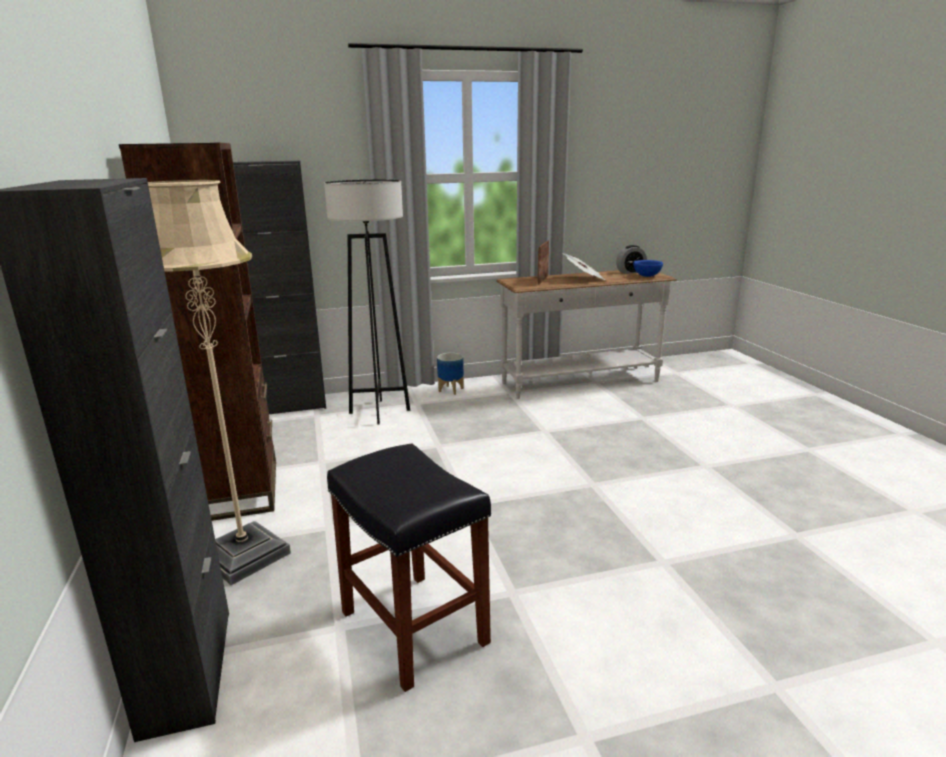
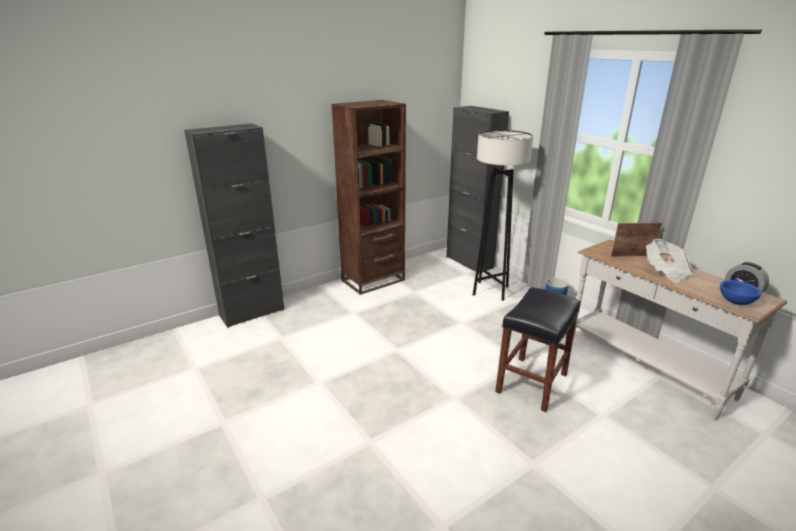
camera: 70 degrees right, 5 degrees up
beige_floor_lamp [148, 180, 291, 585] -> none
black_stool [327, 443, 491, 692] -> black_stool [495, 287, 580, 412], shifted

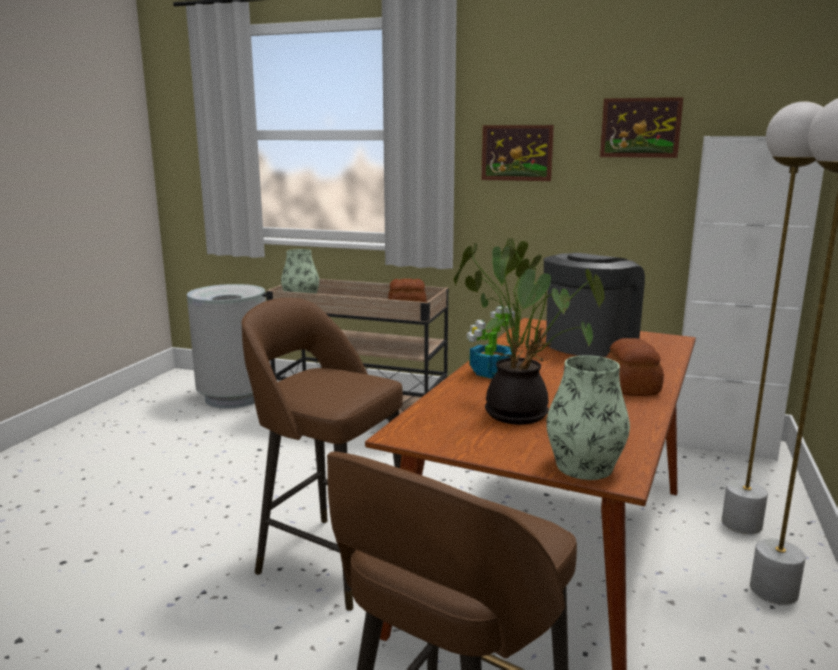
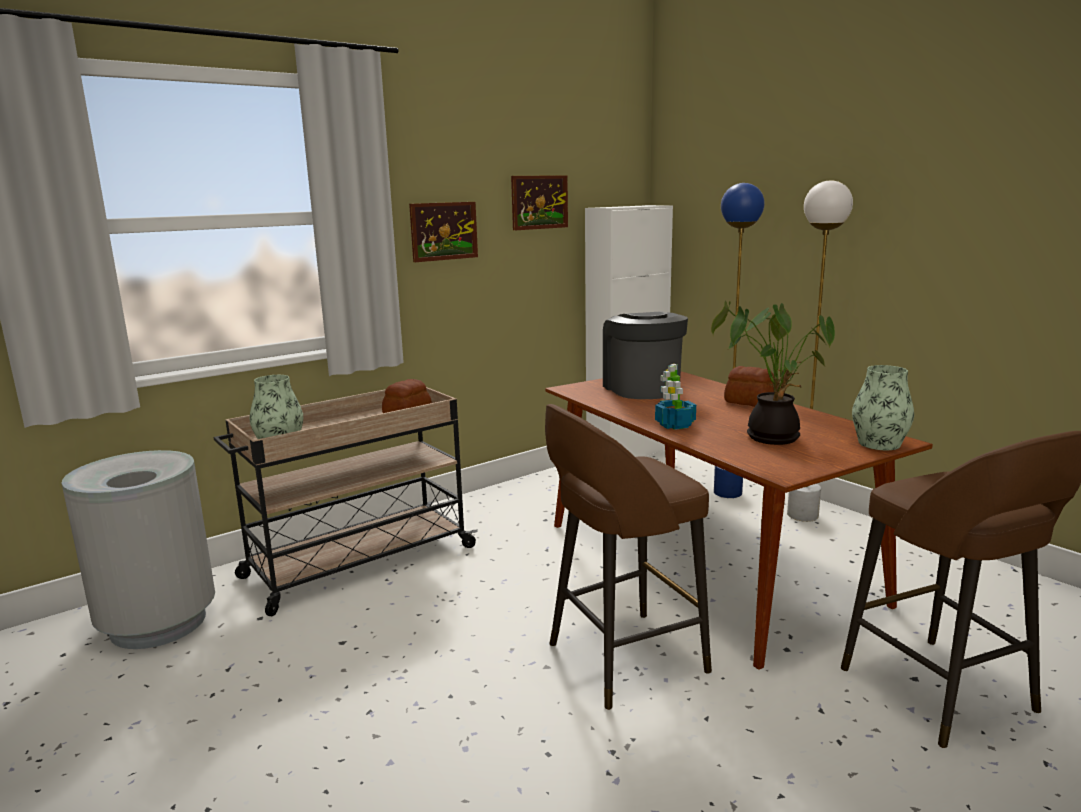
camera: 55 degrees left, 0 degrees up
white_floor_lamp [722, 101, 823, 534] -> blue_floor_lamp [714, 183, 765, 498]

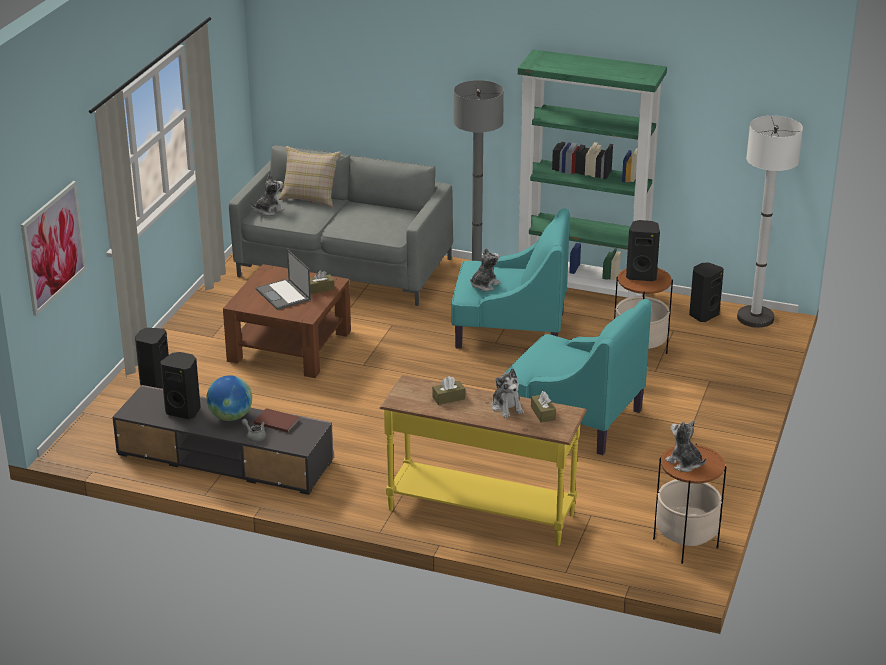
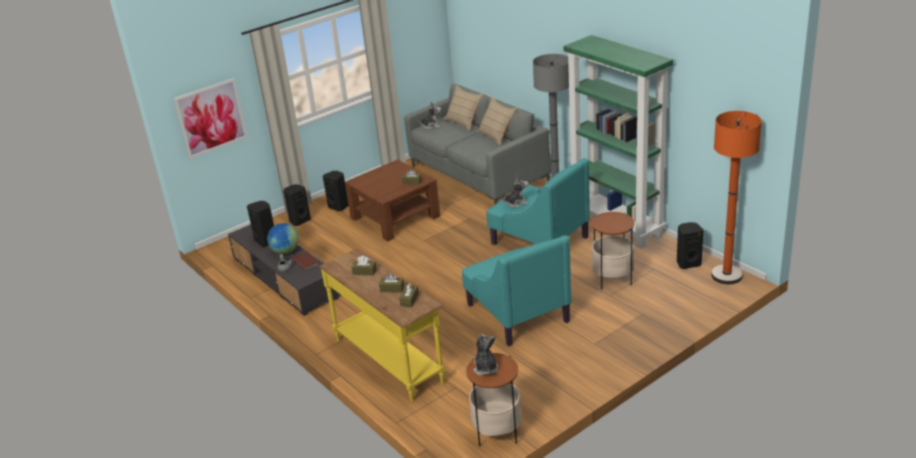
camera: 35 degrees right, 0 degrees up
white_floor_lamp [737, 116, 803, 328] -> orange_floor_lamp [711, 111, 762, 284]
black_speaker [626, 220, 660, 281] -> black_speaker [323, 171, 349, 211], shifted
laptop [256, 249, 311, 310] -> none
plush_toy [491, 368, 524, 418] -> brown_tissue_box [379, 273, 404, 293]
none -> beige_pillow [476, 97, 517, 146]

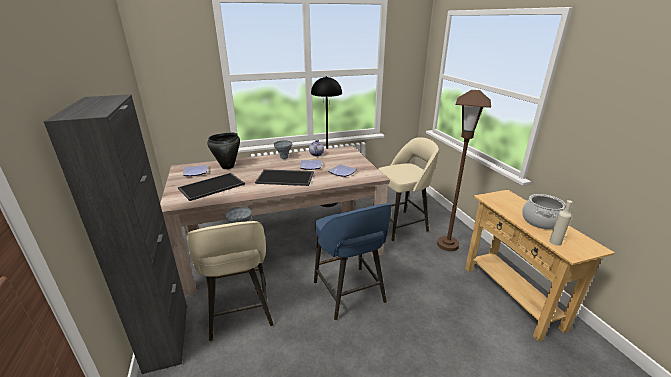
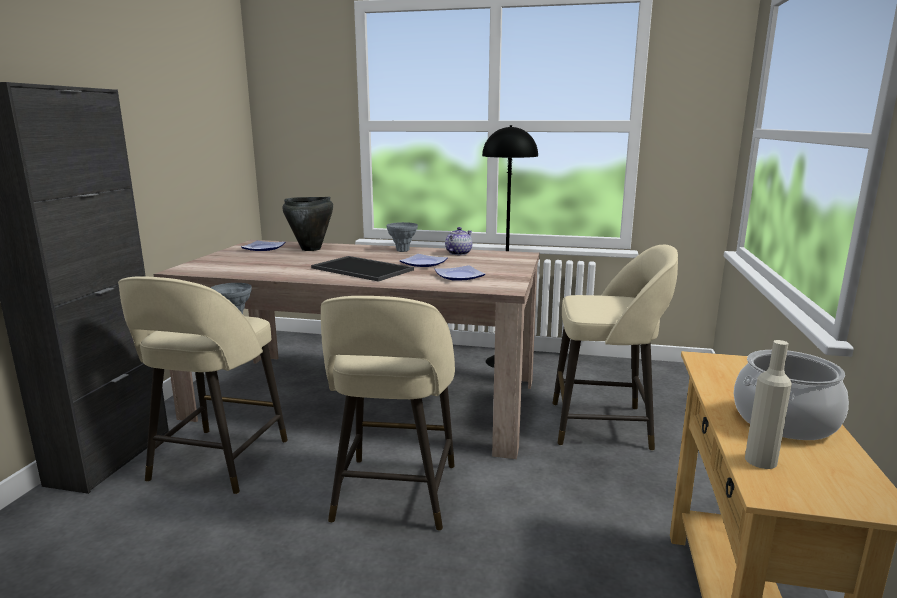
camera: 30 degrees right, 10 degrees down
brown_floor_lamp [437, 90, 491, 251] -> none
tray [178, 173, 245, 201] -> none
blue_stool [314, 203, 392, 320] -> beige_stool [321, 296, 455, 531]

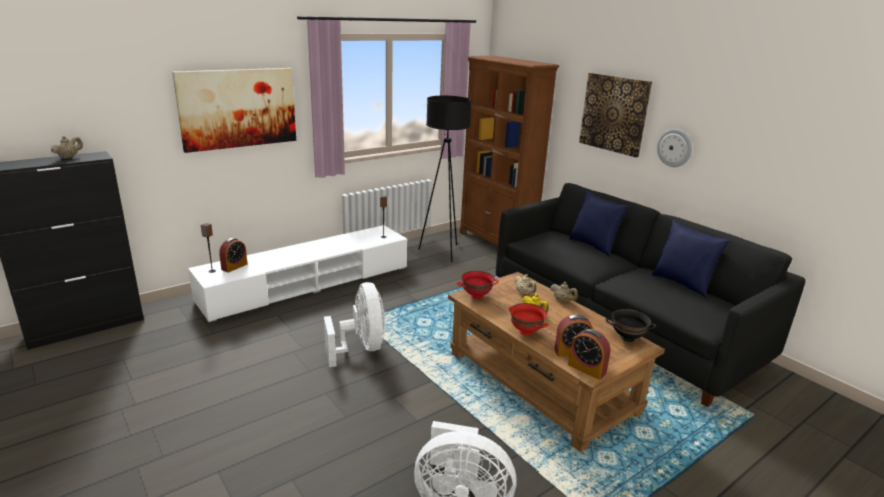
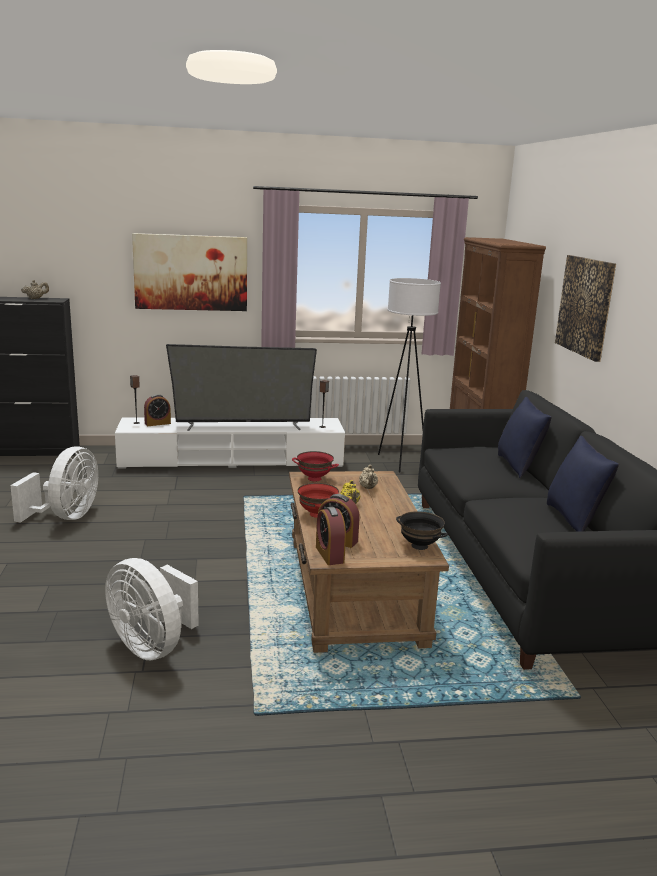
camera: 30 degrees right, 5 degrees down
black_floor_lamp [419, 96, 471, 262] -> white_floor_lamp [378, 278, 441, 472]
wall_clock [657, 129, 692, 167] -> none
white_fan [324, 282, 385, 367] -> white_fan [10, 446, 98, 522], shifted
beige_teapot [550, 282, 578, 303] -> none
none -> television [166, 344, 317, 431]

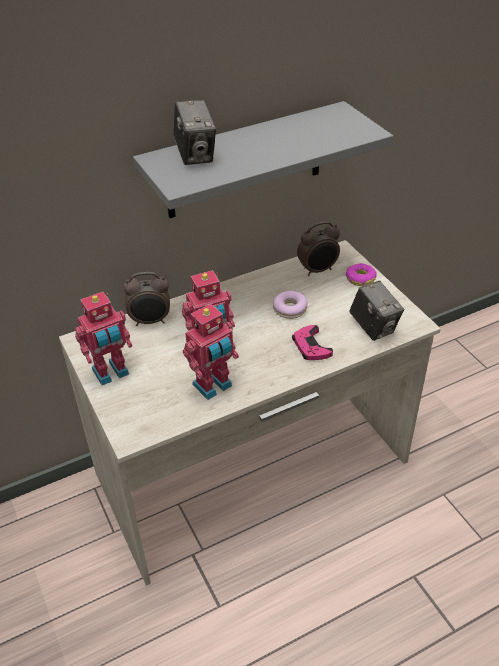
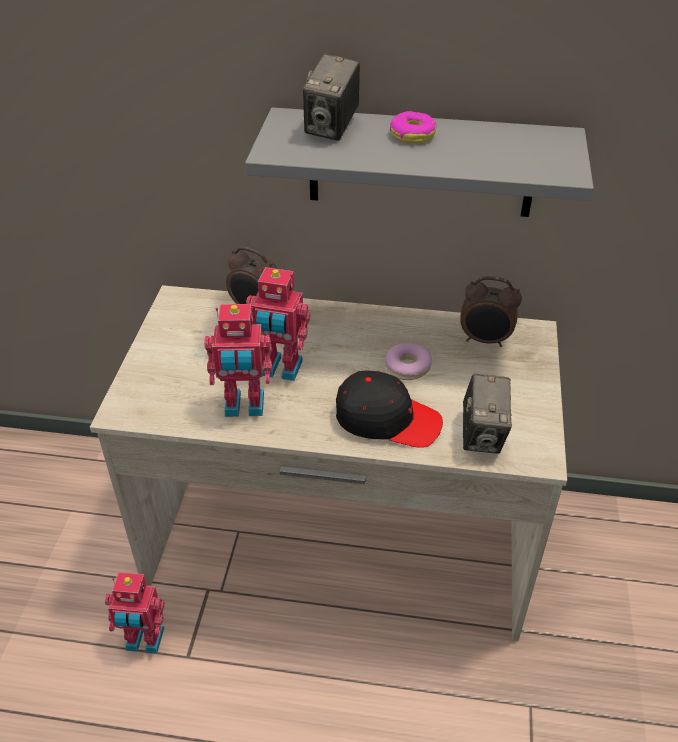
camera: 35 degrees right, 0 degrees up
donut [346, 263, 376, 286] -> donut [390, 111, 437, 143], shifted
toy_robot [75, 292, 132, 385] -> toy_robot [105, 572, 165, 653], shifted
pink_game_controller [292, 325, 333, 360] -> black_cap [336, 370, 443, 448]

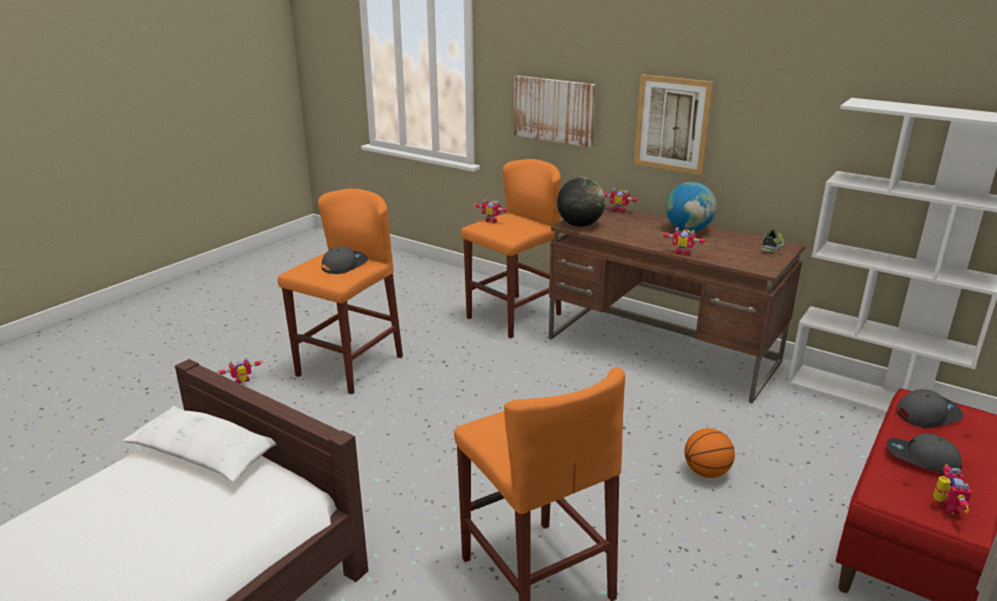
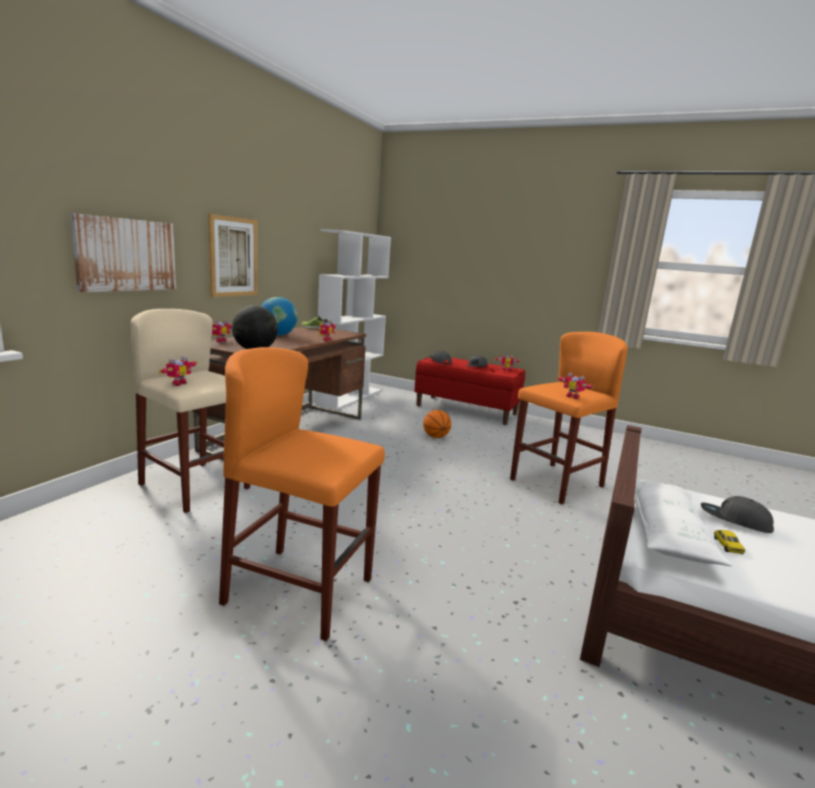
camera: 100 degrees left, 10 degrees down
orange_stool [461, 159, 561, 338] -> beige_stool [131, 309, 250, 513]
grey_cap [322, 246, 368, 274] -> grey_cap [701, 496, 774, 533], shifted
toy_robot [217, 357, 263, 384] -> toy_robot [556, 373, 595, 399], shifted
none -> toy_car [714, 530, 745, 554]

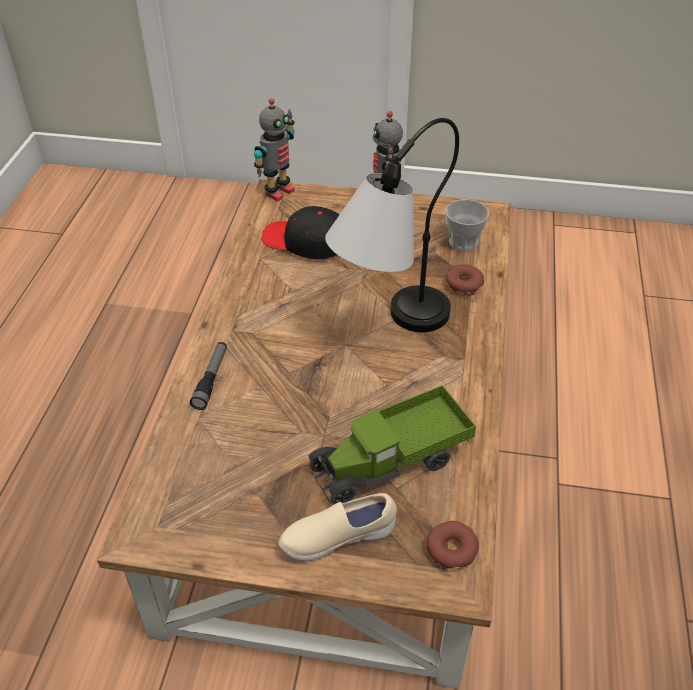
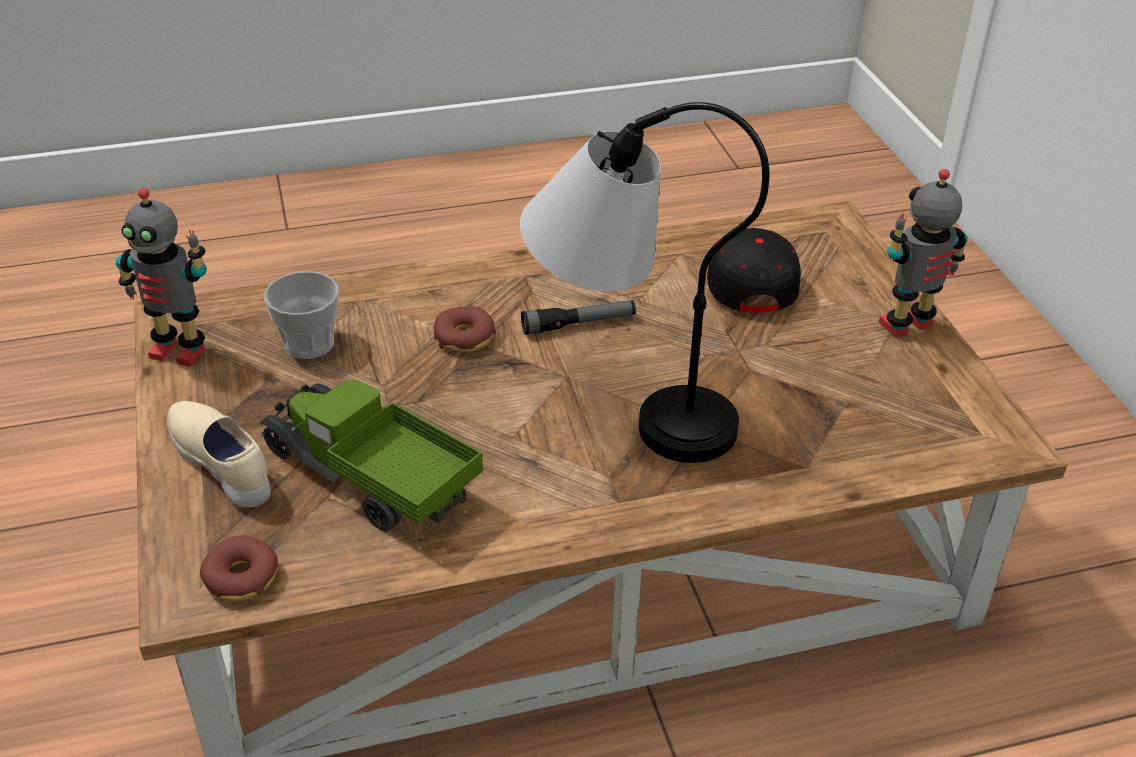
camera: 65 degrees right, 5 degrees down
toy_robot [254, 98, 295, 202] -> toy_robot [116, 188, 207, 367], shifted
cup [445, 199, 490, 251] -> cup [264, 271, 339, 359], shifted
donut [446, 264, 484, 295] -> donut [434, 306, 496, 352], shifted
flashlight [190, 342, 227, 410] -> flashlight [521, 300, 636, 335], shifted

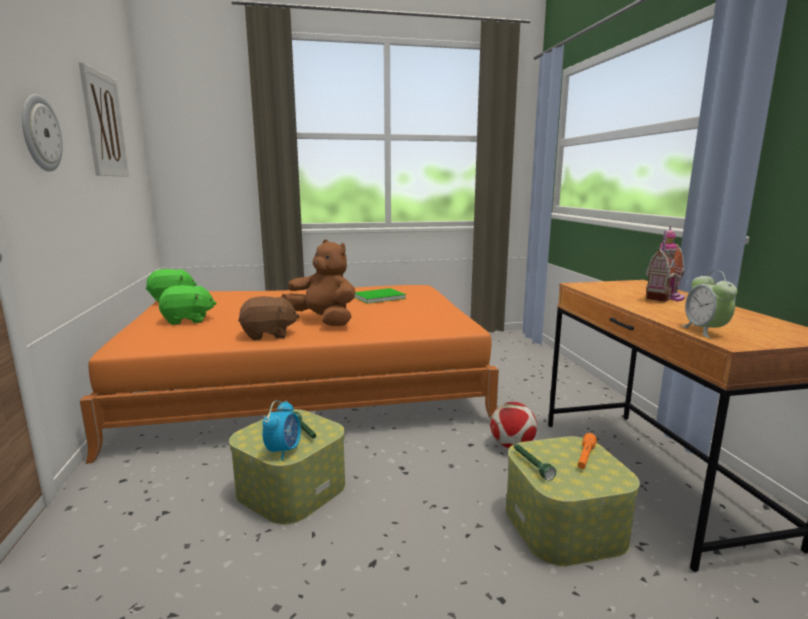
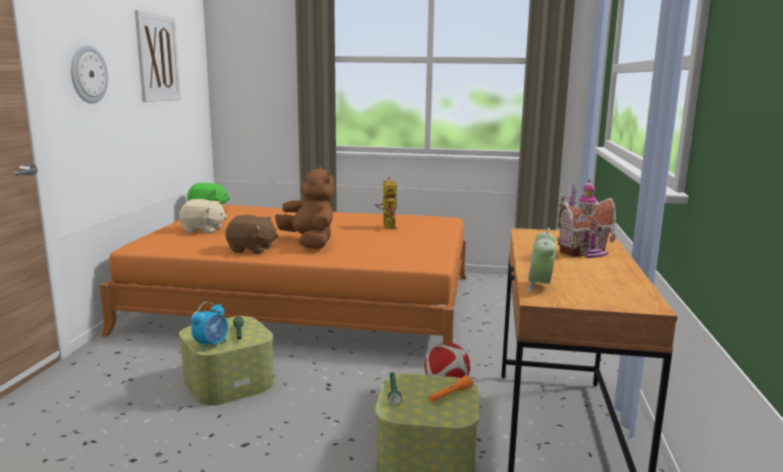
camera: 20 degrees right, 0 degrees up
green_plush_toy [159, 285, 216, 325] -> beige_plush_toy [179, 199, 227, 233]
green_book [354, 288, 406, 304] -> toy_robot [375, 177, 398, 229]

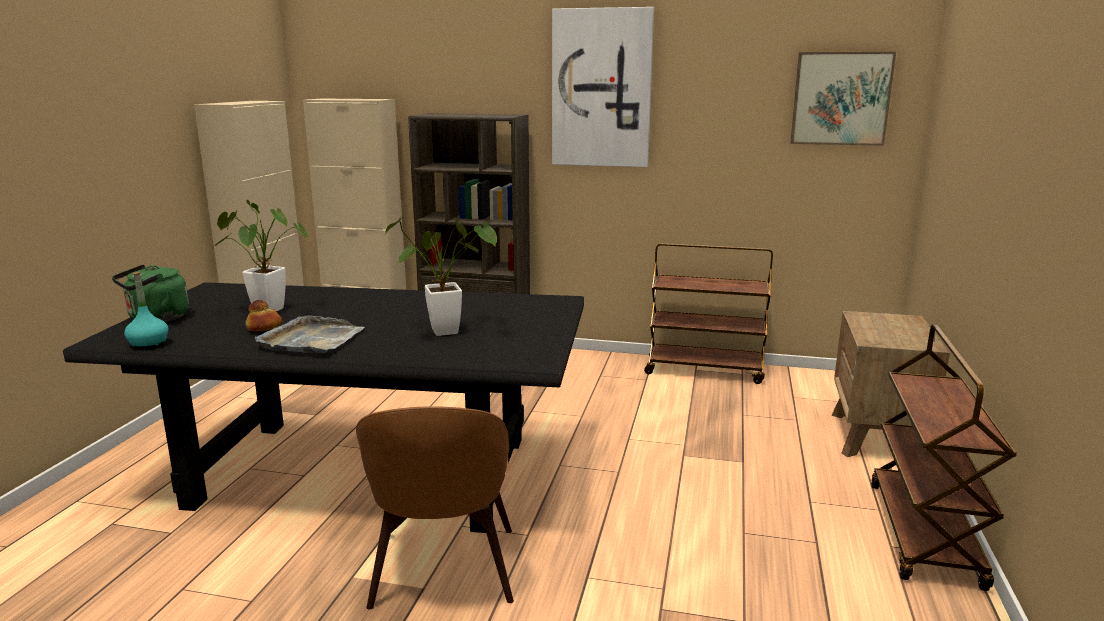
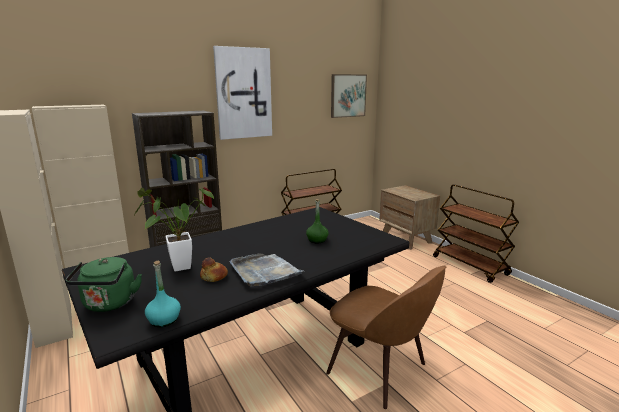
camera: 45 degrees left, 0 degrees up
potted_plant [386, 217, 497, 336] -> green_bottle [306, 199, 329, 243]

